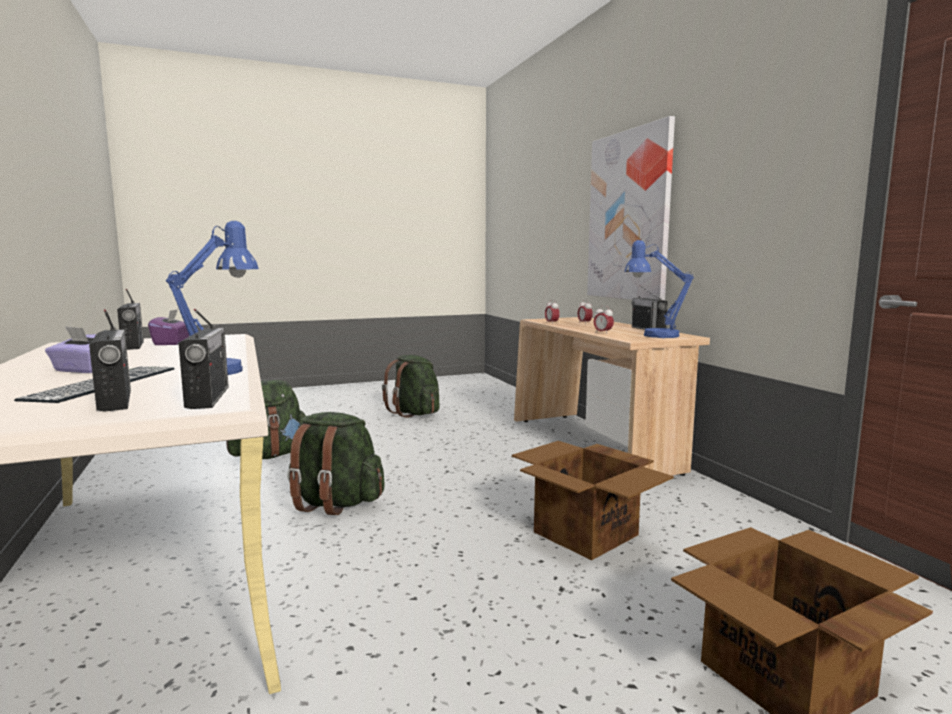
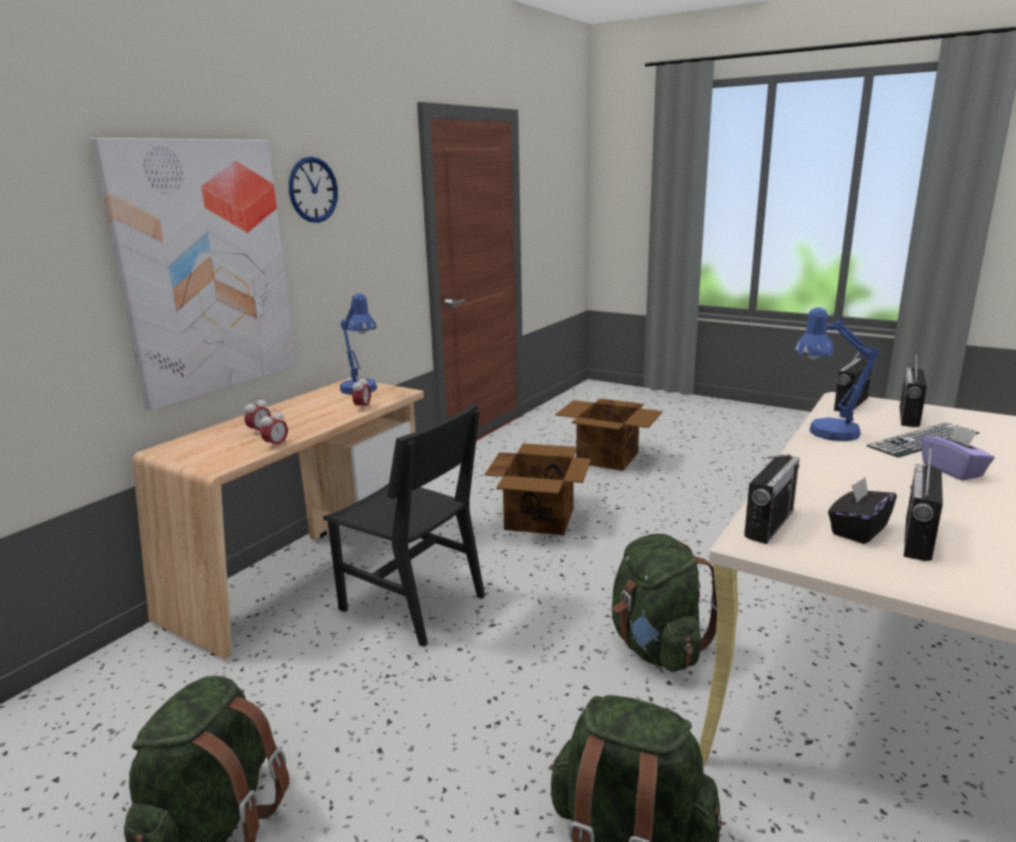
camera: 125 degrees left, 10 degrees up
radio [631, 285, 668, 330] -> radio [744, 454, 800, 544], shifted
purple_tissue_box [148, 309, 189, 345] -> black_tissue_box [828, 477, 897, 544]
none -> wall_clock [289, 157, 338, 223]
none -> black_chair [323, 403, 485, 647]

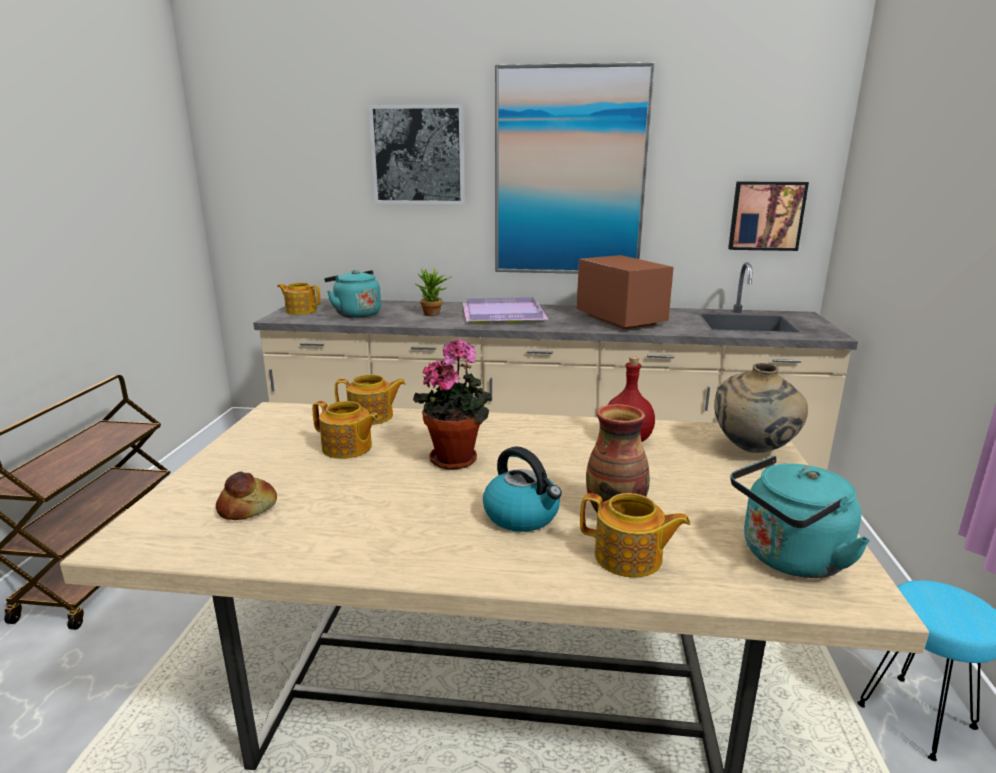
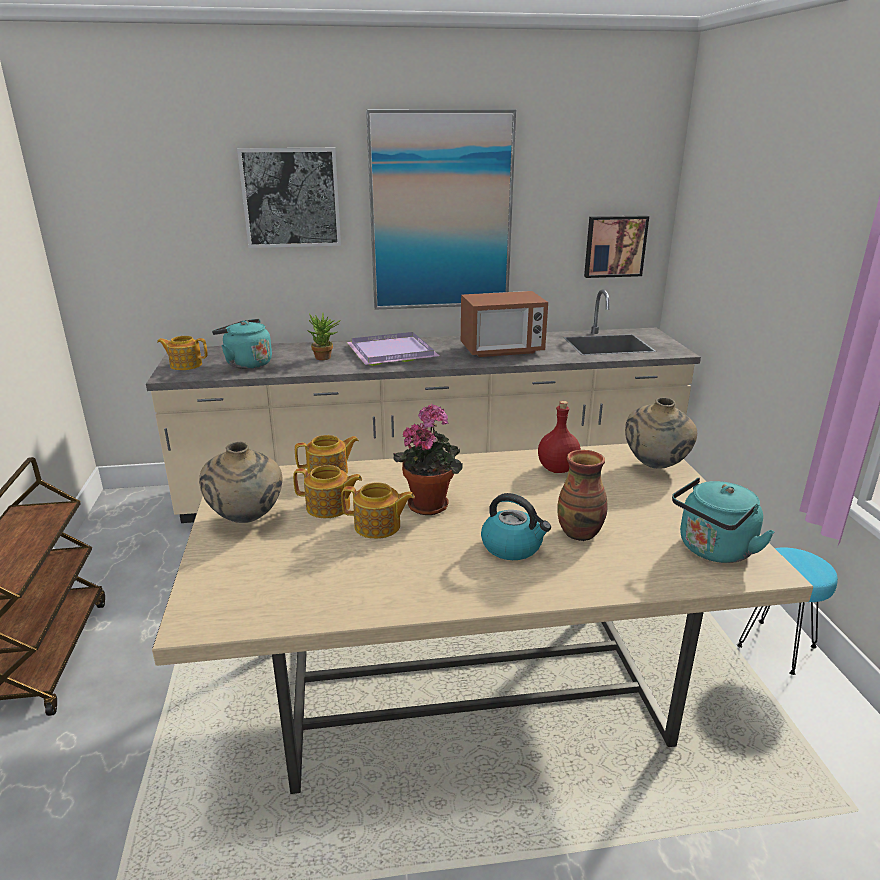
camera: 15 degrees left, 5 degrees up
microwave [577, 255, 674, 330] -> microwave [461, 291, 548, 357], 120 degrees clockwise
bread [216, 471, 277, 520] -> none
teapot [580, 493, 691, 578] -> teapot [341, 482, 415, 539], shifted
none -> beige_vase [199, 442, 282, 523]

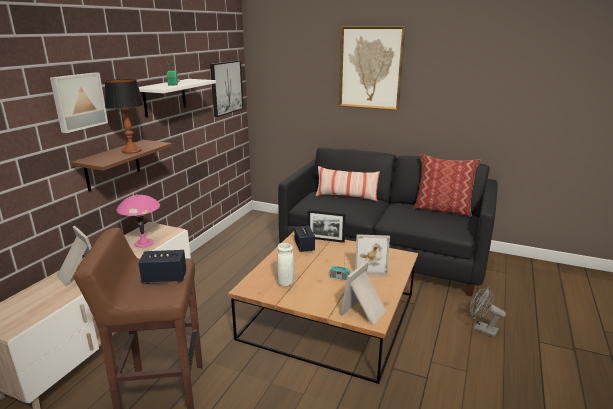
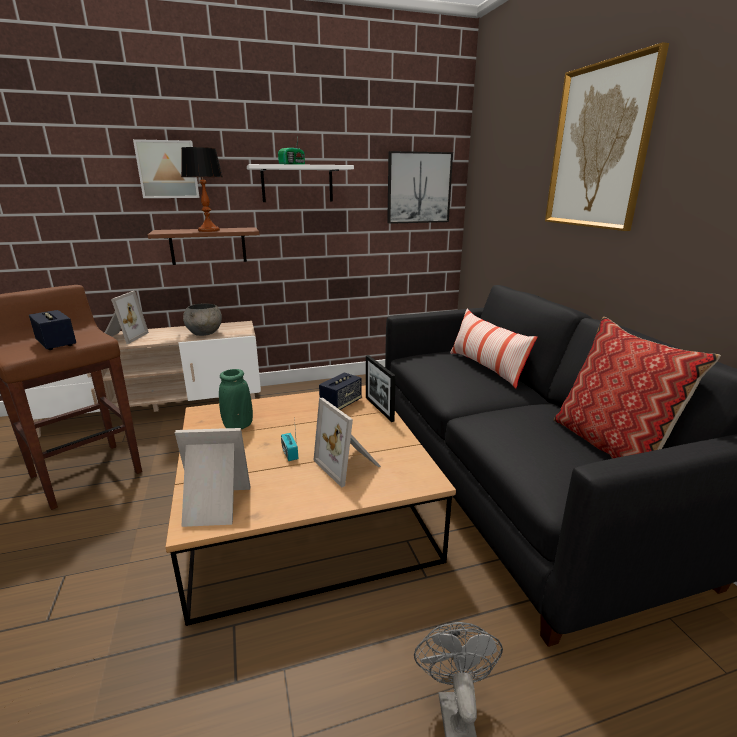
camera: 50 degrees right, 0 degrees up
pink_table_lamp [116, 194, 160, 248] -> grey_bowl [183, 304, 222, 336]
white_vase [277, 243, 294, 286] -> green_vase [219, 369, 253, 429]

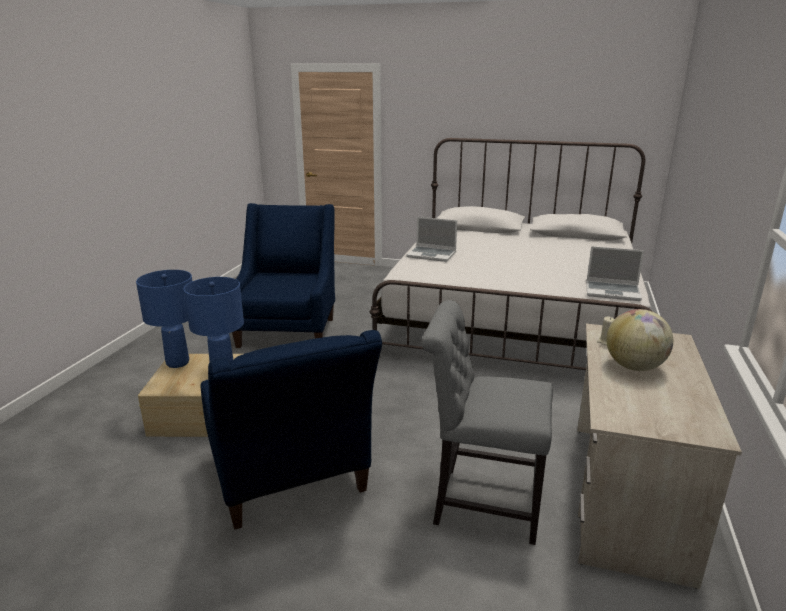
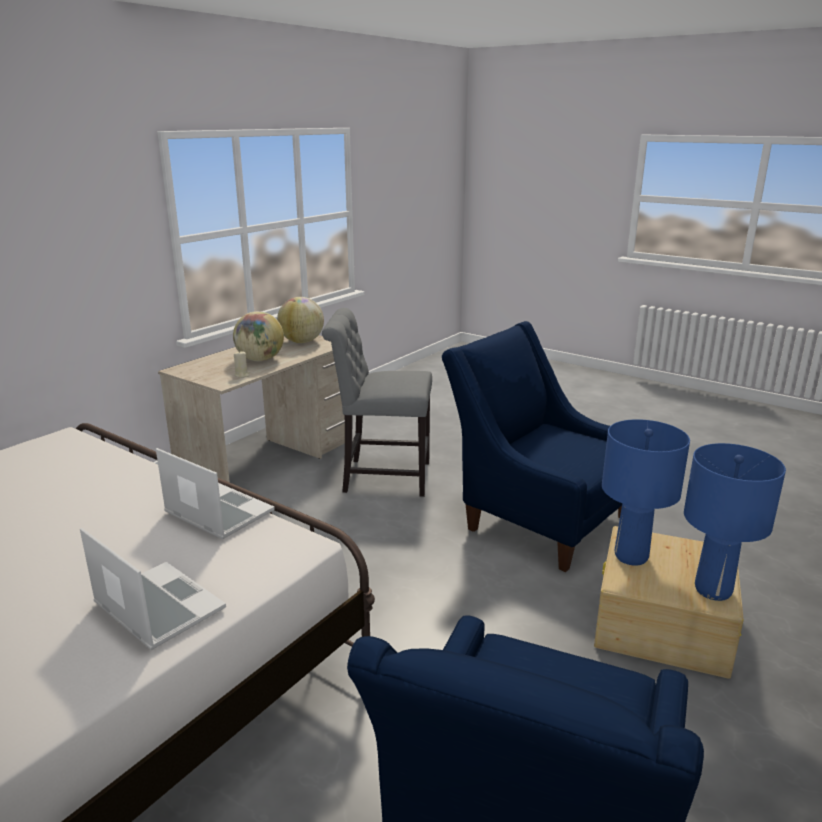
camera: 160 degrees left, 0 degrees up
laptop [586, 246, 644, 301] -> laptop [156, 448, 275, 540], shifted
grey_chair [421, 300, 553, 545] -> grey_chair [322, 308, 432, 497], 150 degrees clockwise
blue_armchair [201, 330, 382, 530] -> blue_armchair [442, 321, 623, 572], 45 degrees counterclockwise
none -> globe [277, 297, 324, 343]

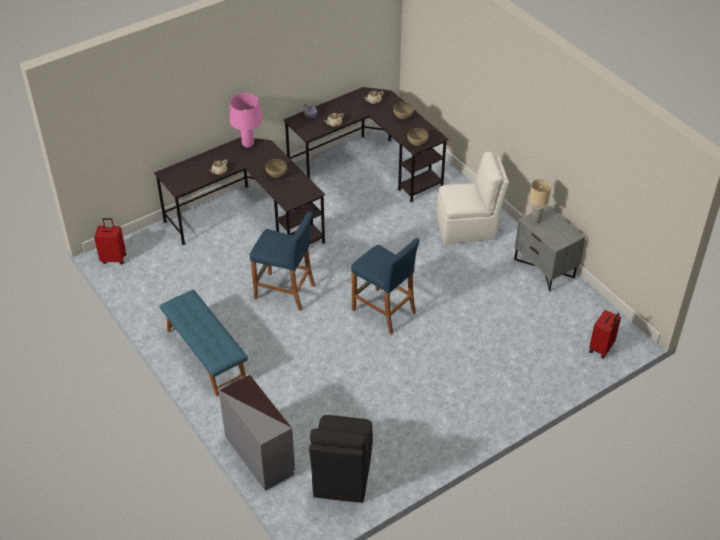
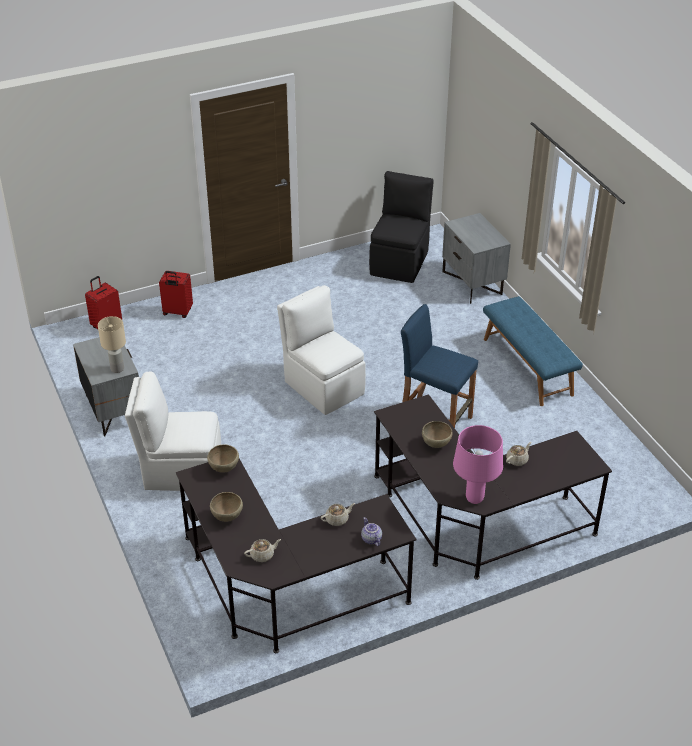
camera: 170 degrees left, 5 degrees down
red_suitcase [94, 218, 126, 265] -> red_suitcase [159, 271, 193, 318], shifted
blue_stool [351, 238, 420, 335] -> white_chair [277, 285, 366, 415]
grey_dresser [219, 375, 295, 491] -> grey_nightstand [442, 213, 511, 304]

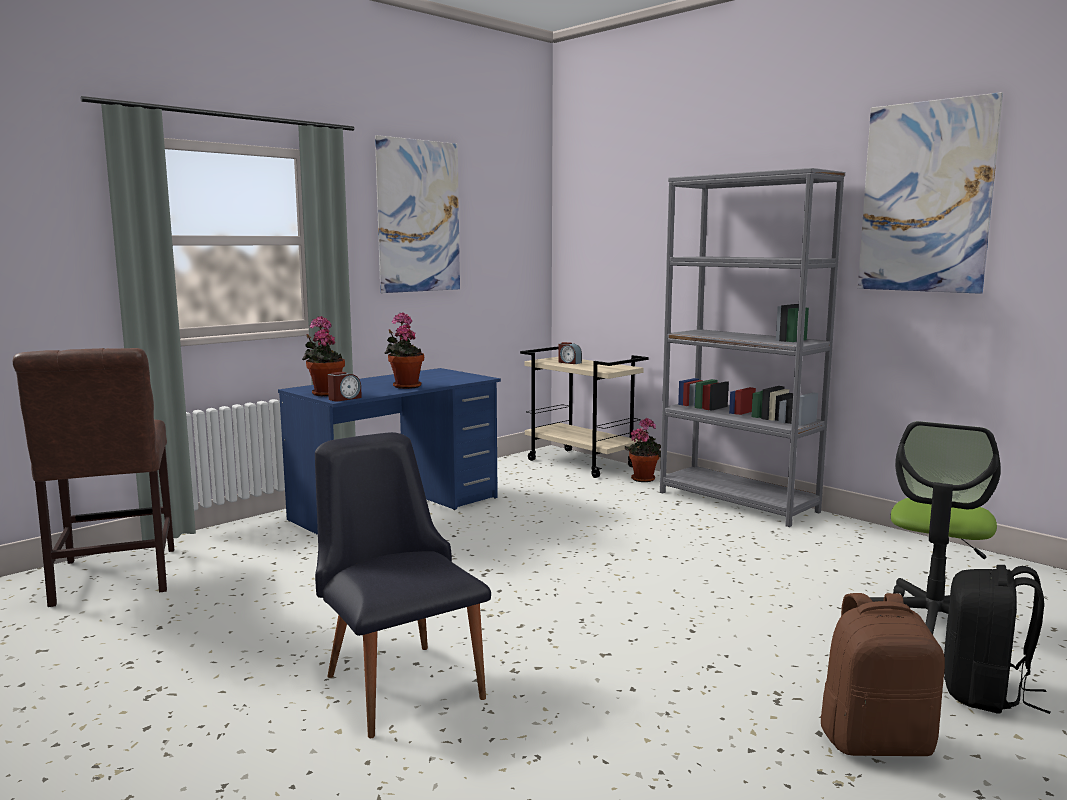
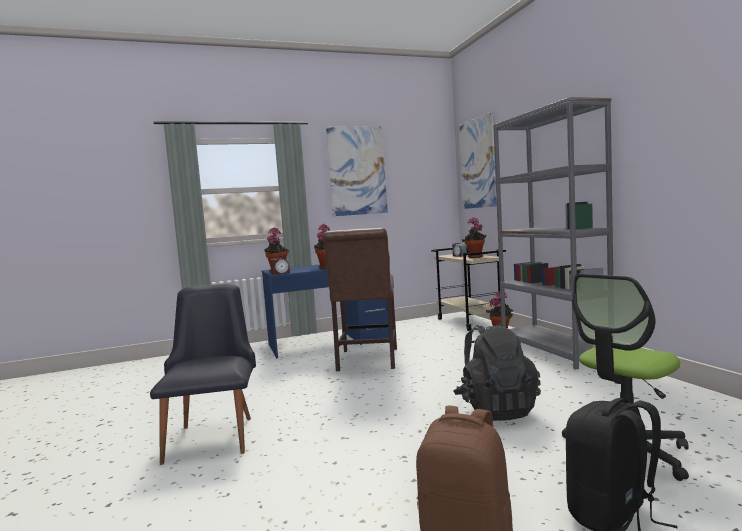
camera: 25 degrees right, 5 degrees down
picture [858, 92, 1003, 294] -> picture [460, 112, 497, 209], shifted
brown_chair [13, 348, 174, 607] -> brown_chair [323, 228, 397, 371], shifted
none -> potted_plant [462, 218, 487, 258]
none -> black_backpack [454, 323, 541, 421]

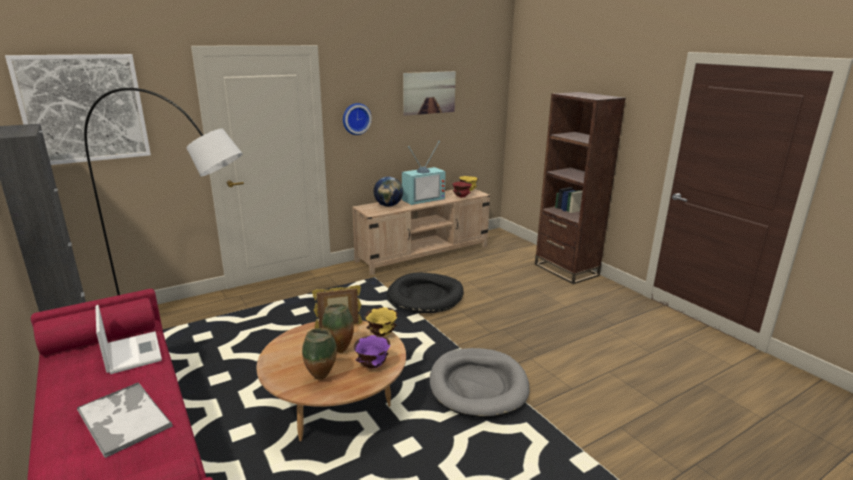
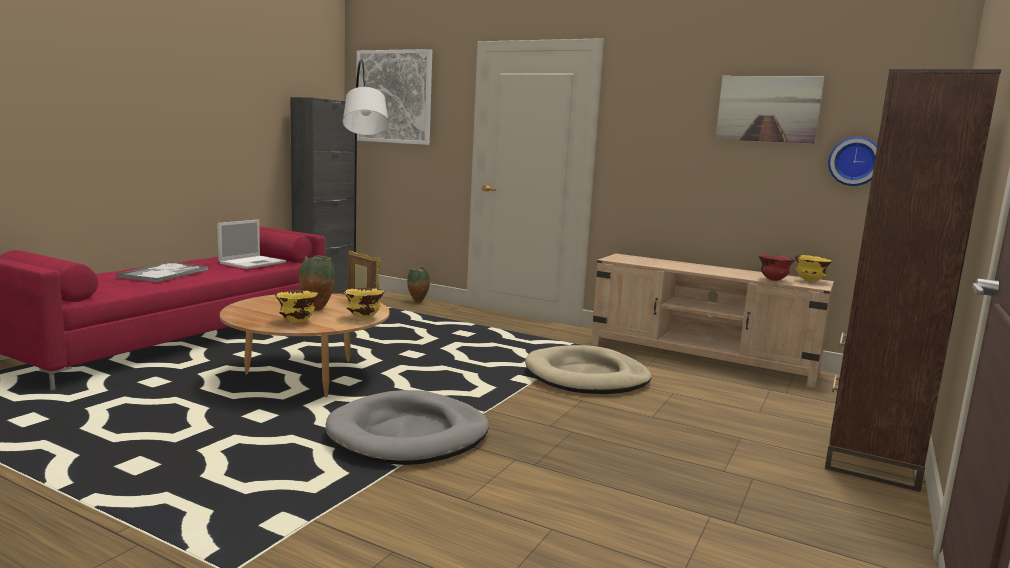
camera: 60 degrees right, 10 degrees down
wall_clock [343, 103, 372, 135] -> wall_clock [828, 137, 877, 186], shifted
television [402, 141, 446, 205] -> none
globe [374, 177, 403, 207] -> none
black_dog_bed [387, 273, 464, 313] -> beige_dog_bed [525, 345, 652, 394]
vase [302, 328, 337, 380] -> vase [407, 267, 430, 303], shifted
purple_bowl [354, 335, 390, 369] -> yellow_bowl [275, 290, 319, 322]

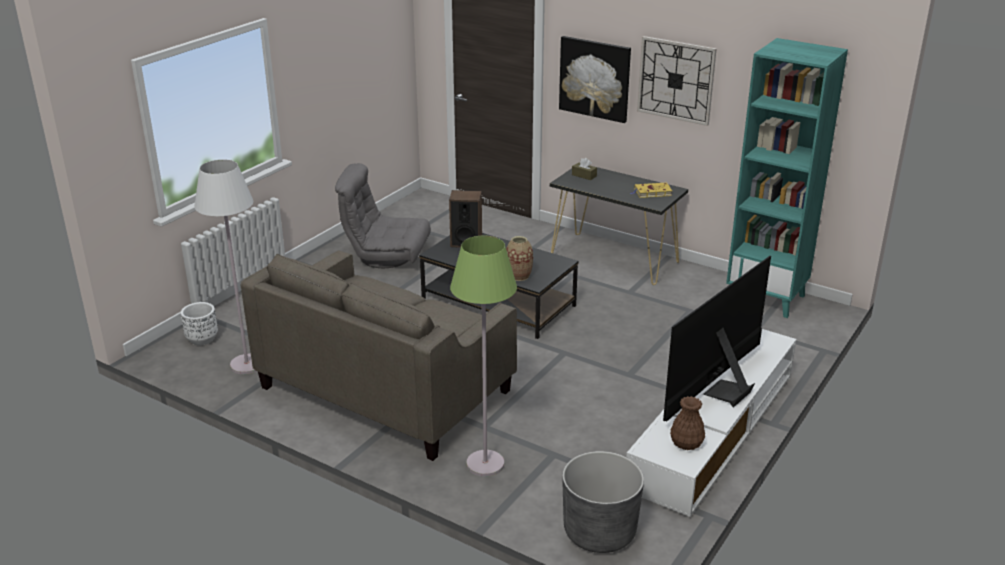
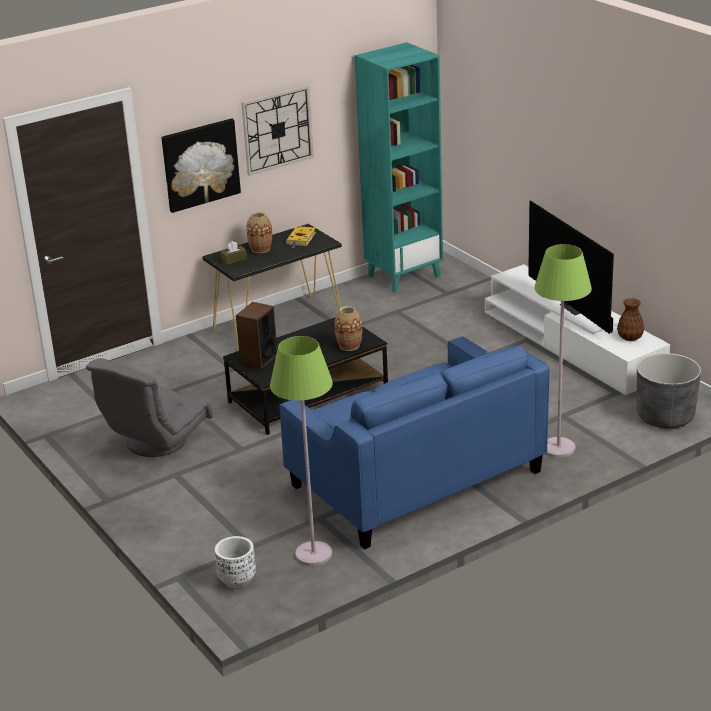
camera: 65 degrees left, 0 degrees up
white_floor_lamp [194, 159, 257, 374] -> green_floor_lamp [270, 336, 333, 566]
beige_sofa [241, 250, 517, 461] -> blue_sofa [280, 336, 550, 549]
none -> vase [246, 212, 272, 253]

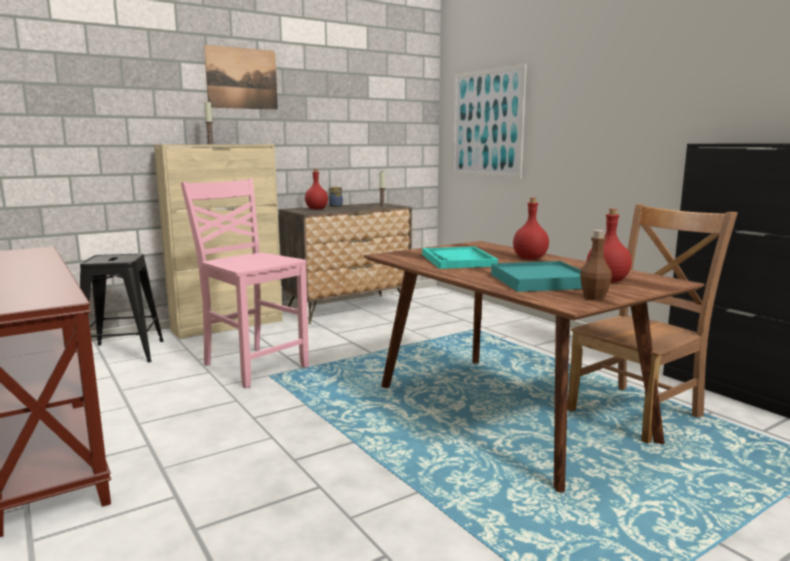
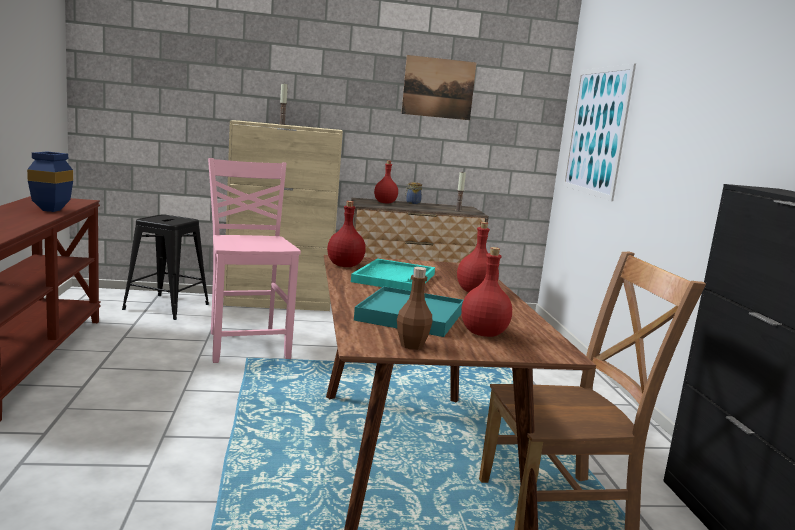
camera: 25 degrees right, 0 degrees up
picture [204, 45, 278, 110] -> picture [401, 55, 477, 120], shifted
none -> blue_vase [27, 152, 73, 212]
none -> red_bottle [327, 201, 366, 267]

